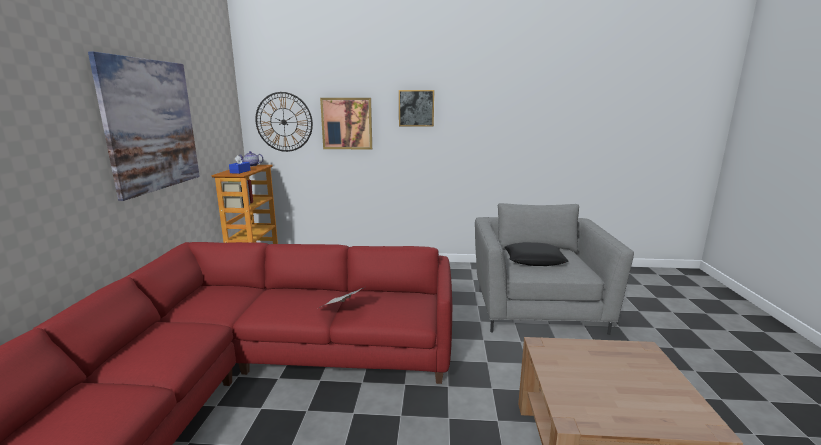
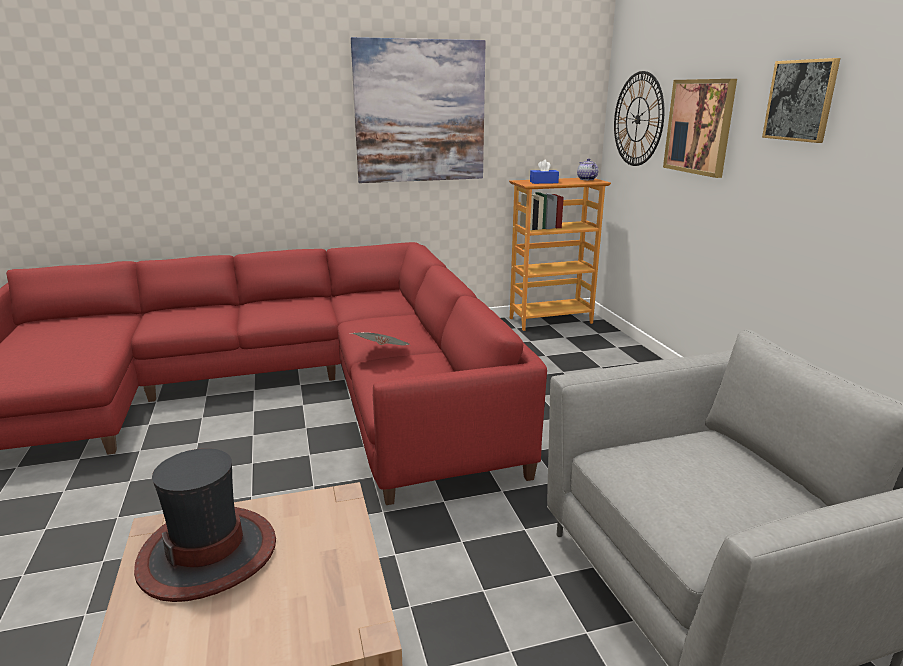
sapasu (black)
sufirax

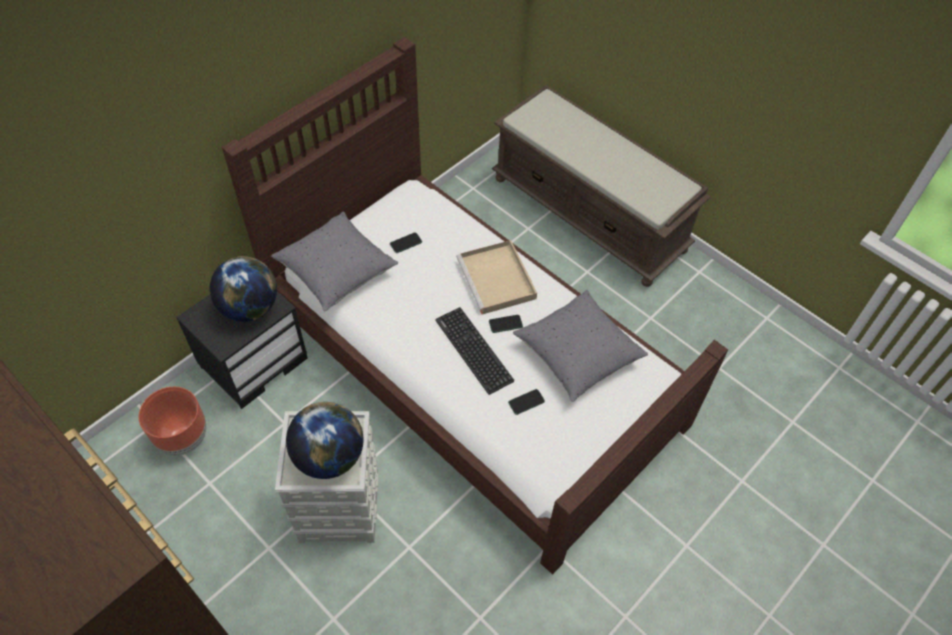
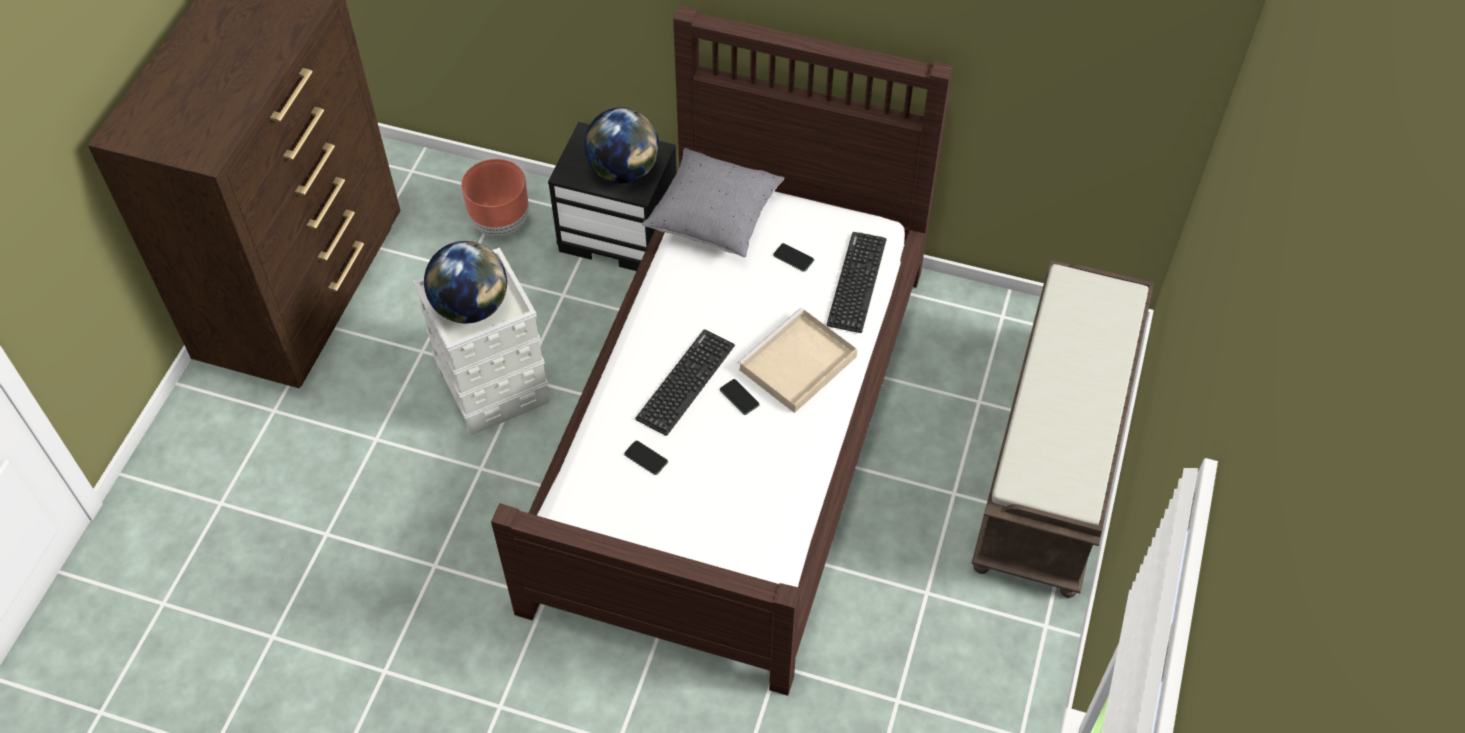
sapasu (grey) (no. 2 from left in the first image)
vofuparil (no. 2 from left)

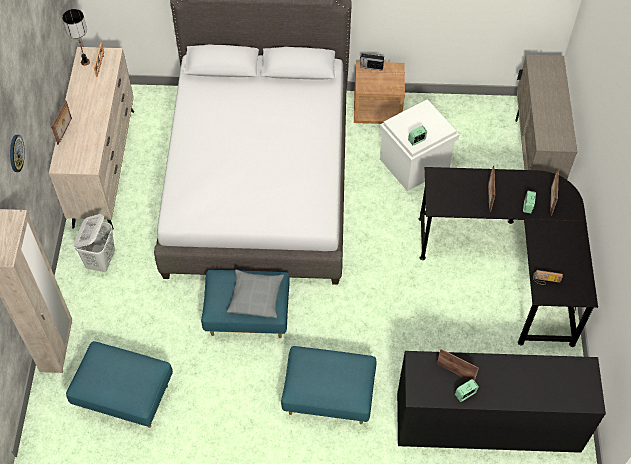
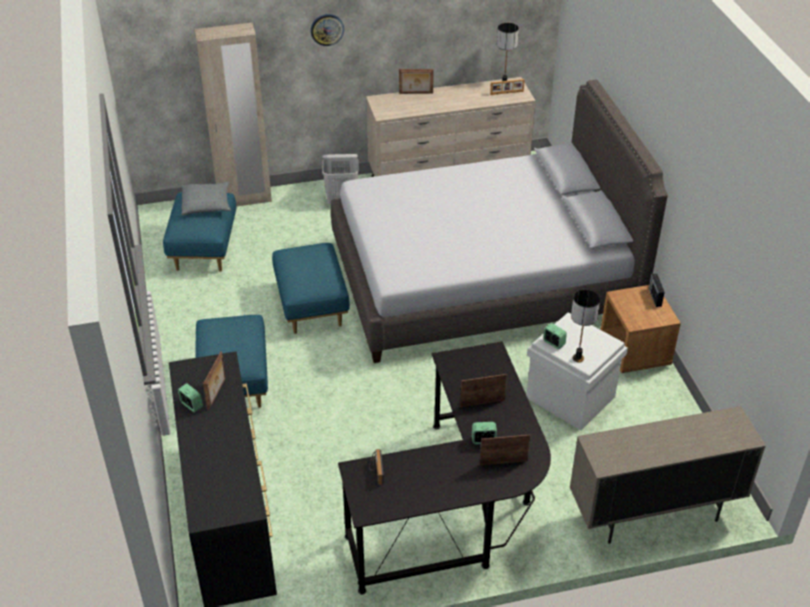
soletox (no. 2 from left)
sapasu (grey)

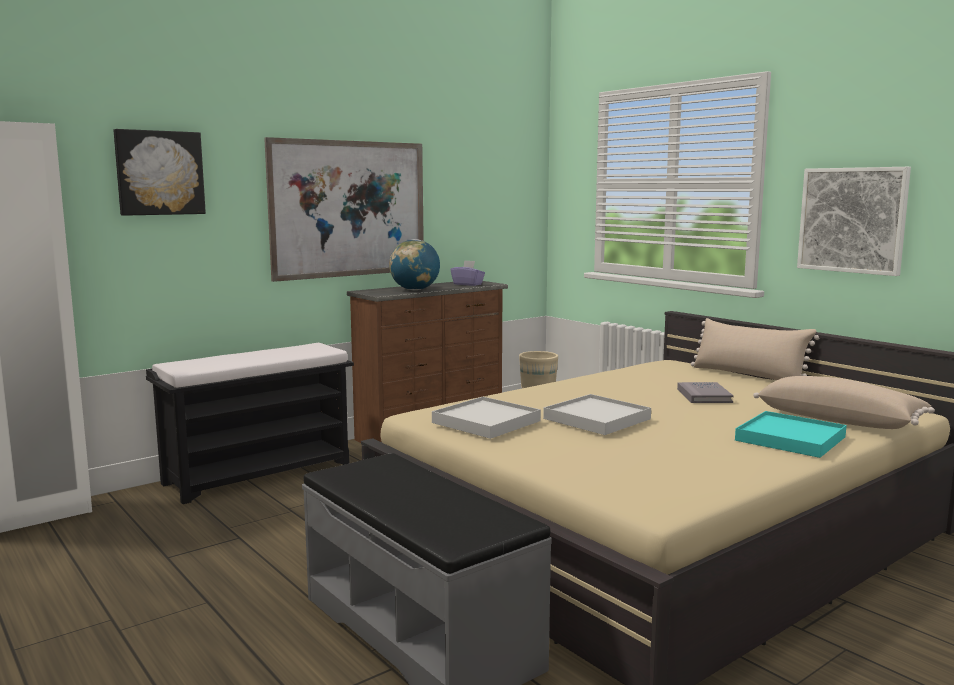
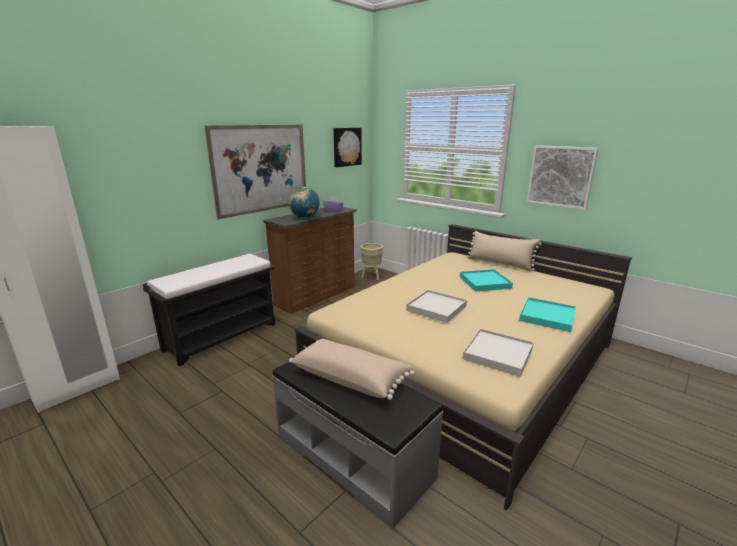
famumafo (no. 2 from left)
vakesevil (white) (no. 2 from left)
sapasu (beige) (no. 1 from left)
vakesevil (turquoise) (no. 1 from left)

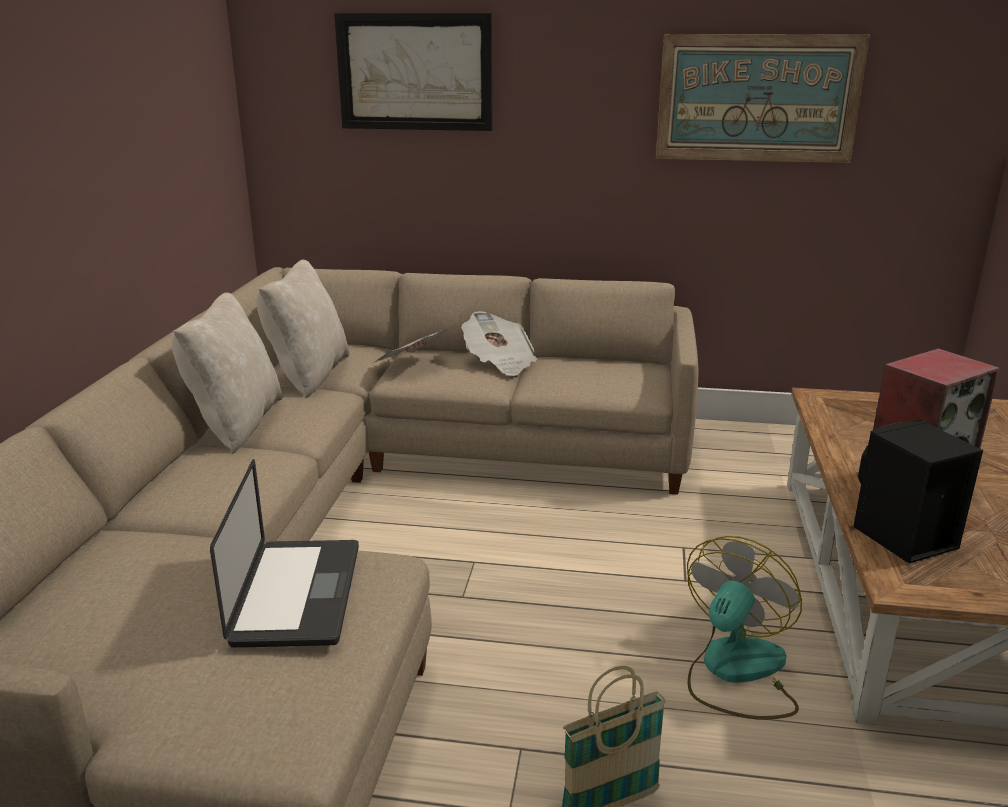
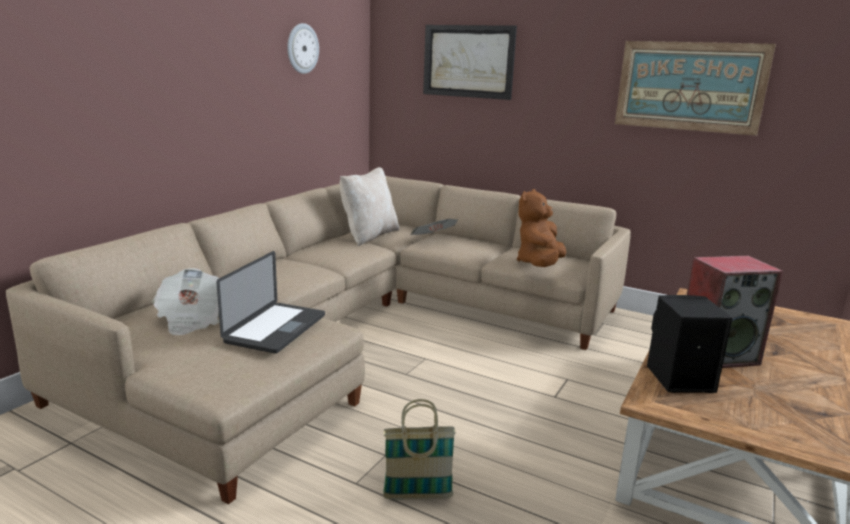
sapasu (beige) (no. 1 from left in the first image)
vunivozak
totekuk
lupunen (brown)
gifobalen (no. 1 from left)

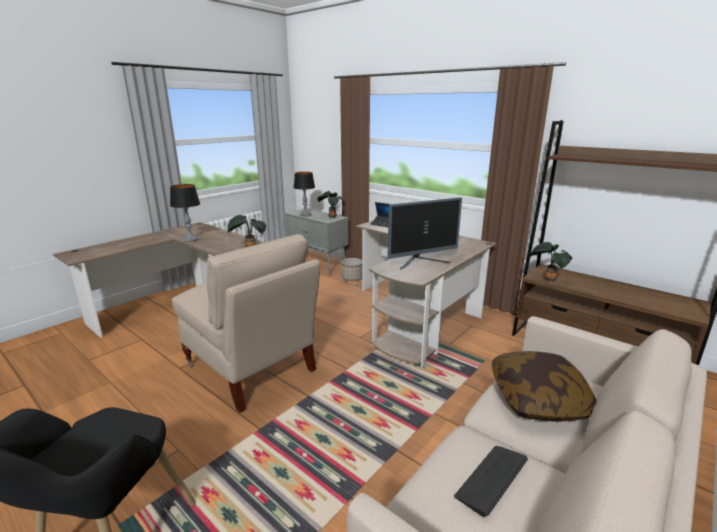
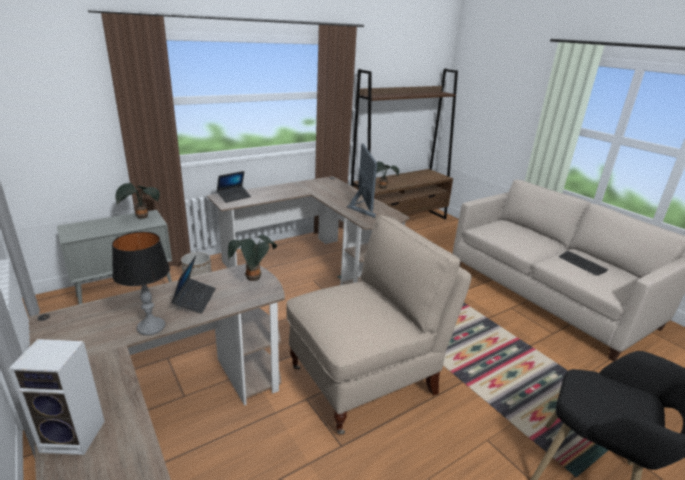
soletox (no. 2 from left in the first image)
sapasu
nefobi
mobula (no. 1 from left)

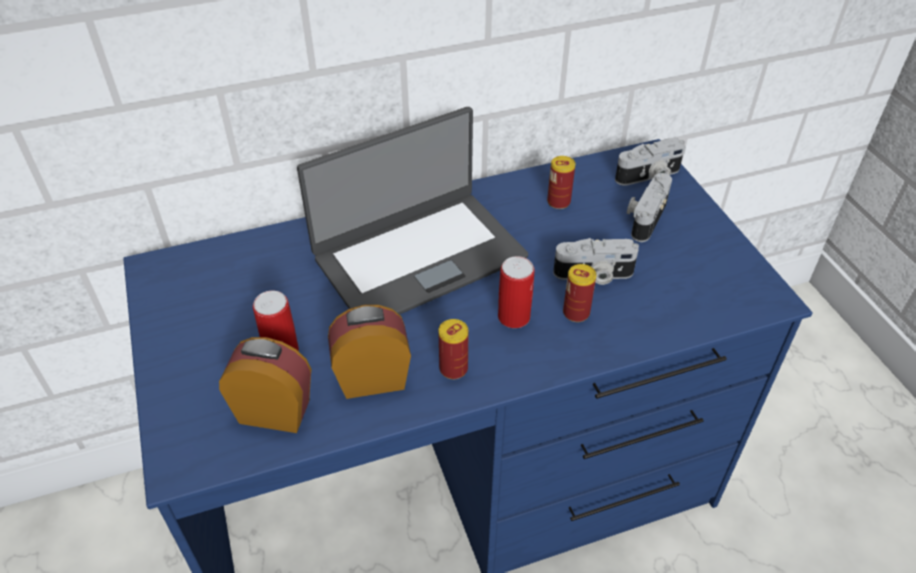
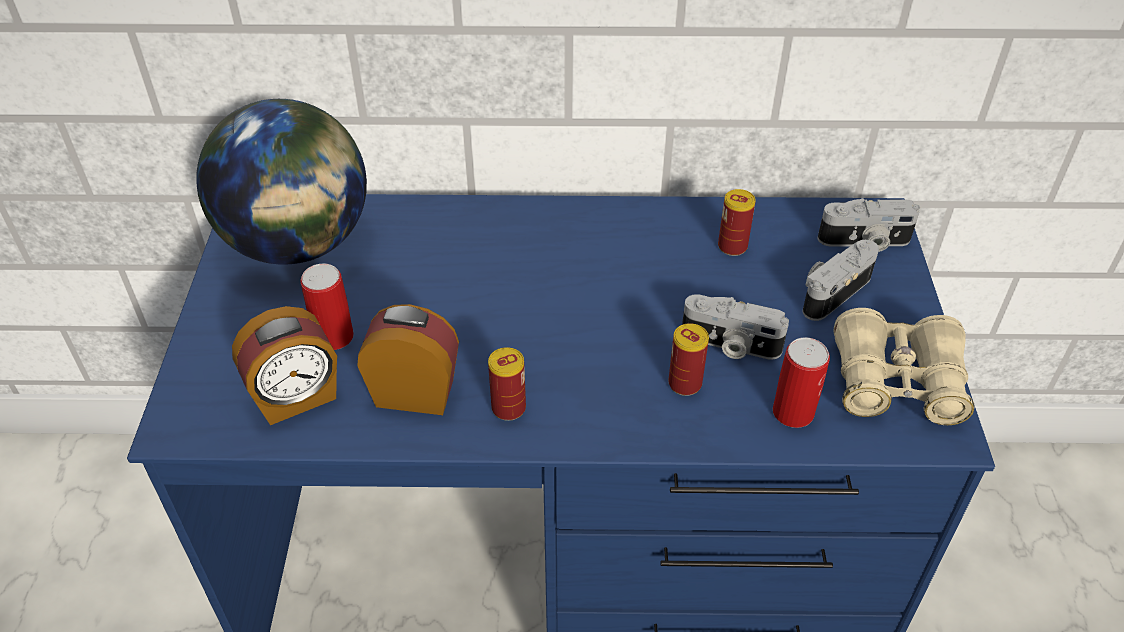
mobula
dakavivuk
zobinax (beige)
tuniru (no. 5 from left)
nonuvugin (no. 1 from left)

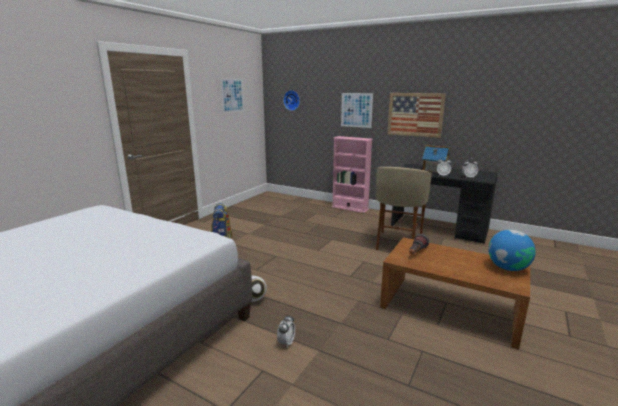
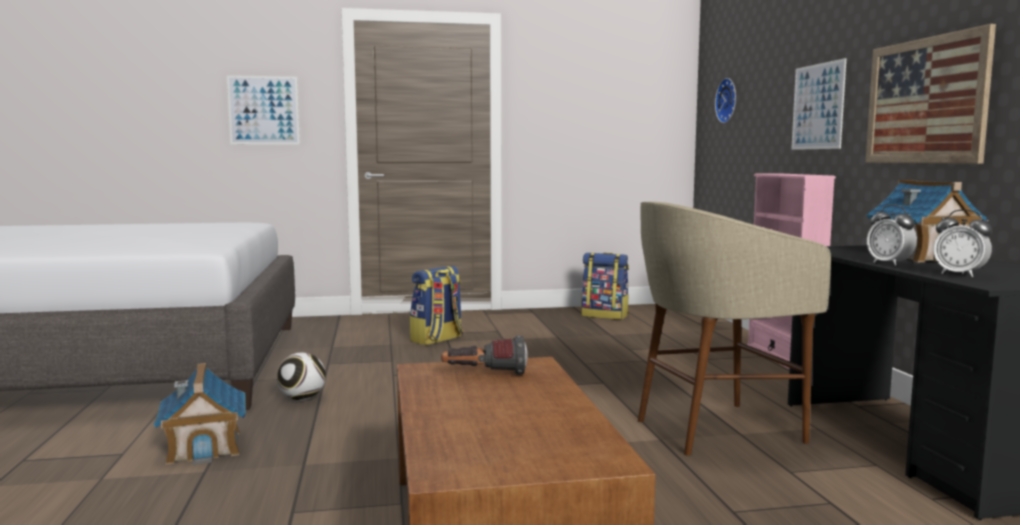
dakavivuk
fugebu (no. 2 from left)
famumafo (no. 1 from left)
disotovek (no. 1 from left)

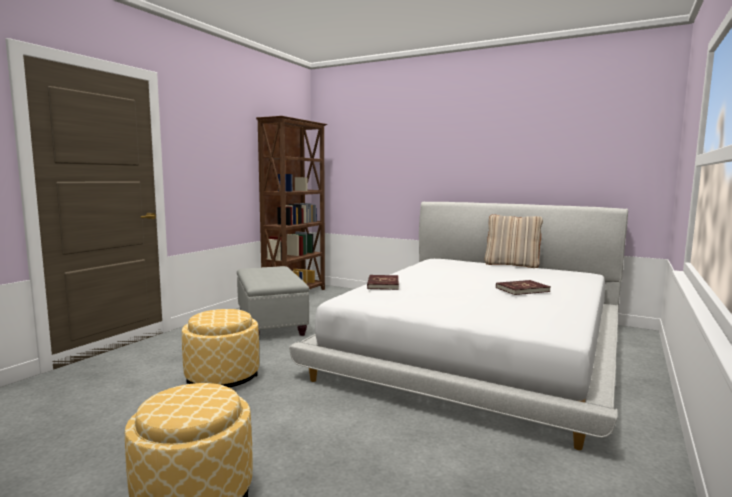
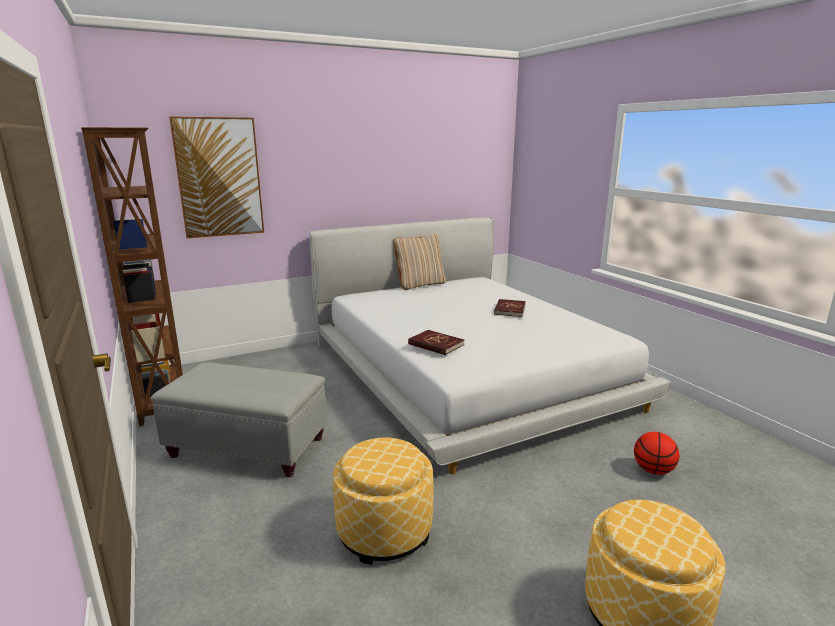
famumafo
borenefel

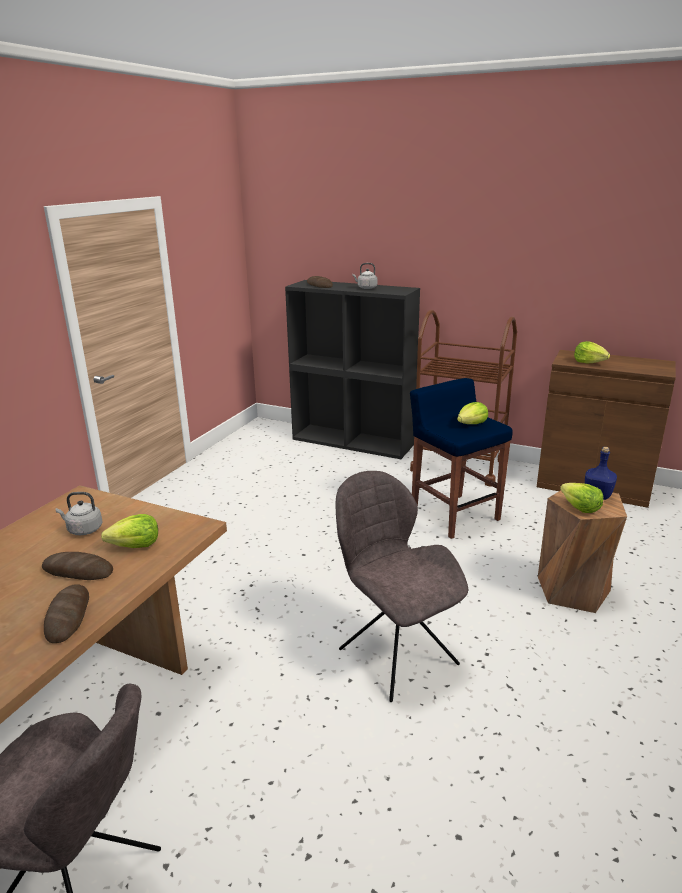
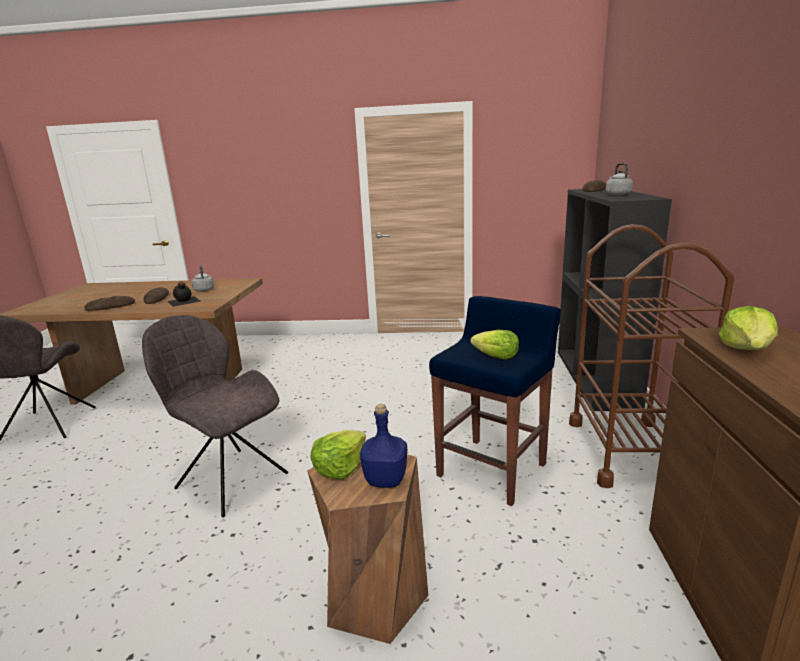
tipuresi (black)
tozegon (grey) (no. 2 from left)

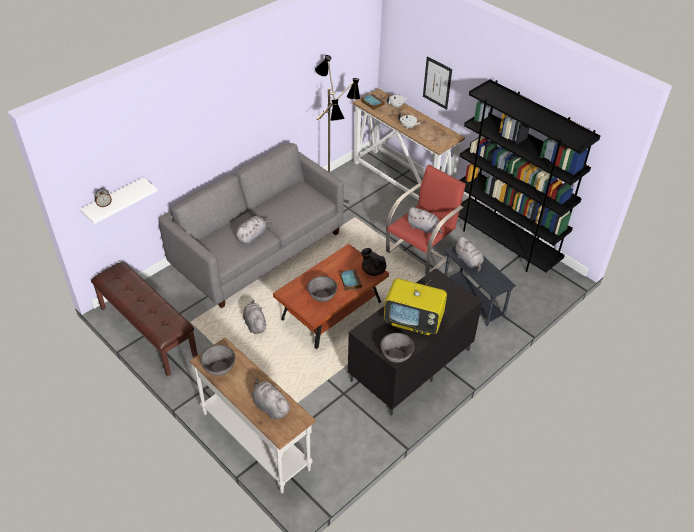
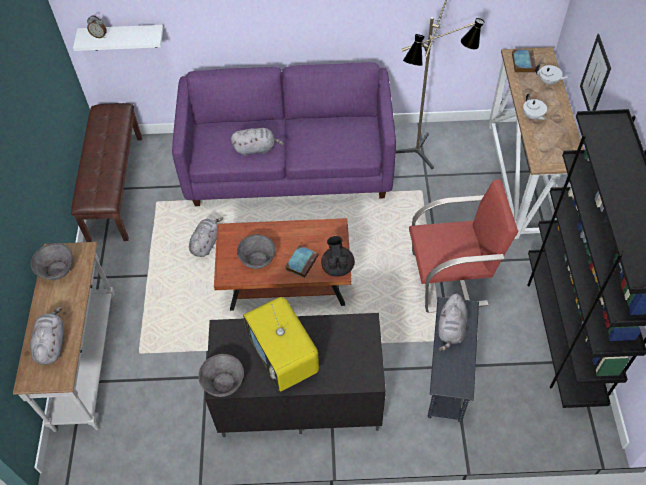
lupunen (grey) (no. 4 from left in the first image)
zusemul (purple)

